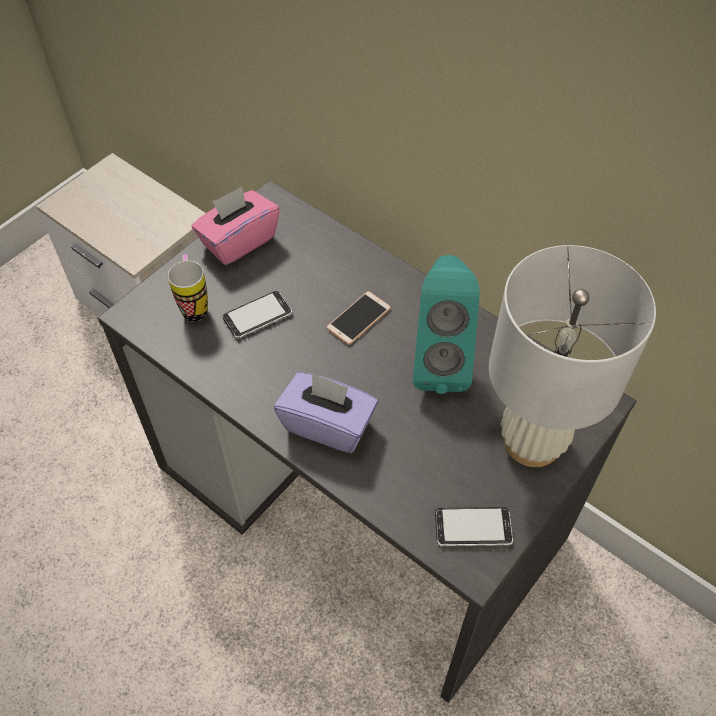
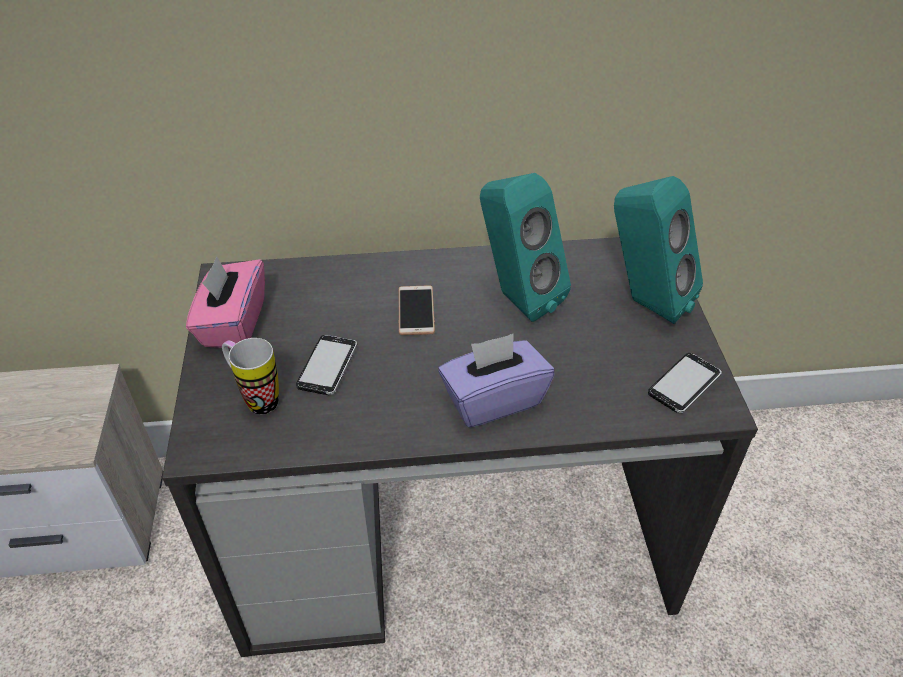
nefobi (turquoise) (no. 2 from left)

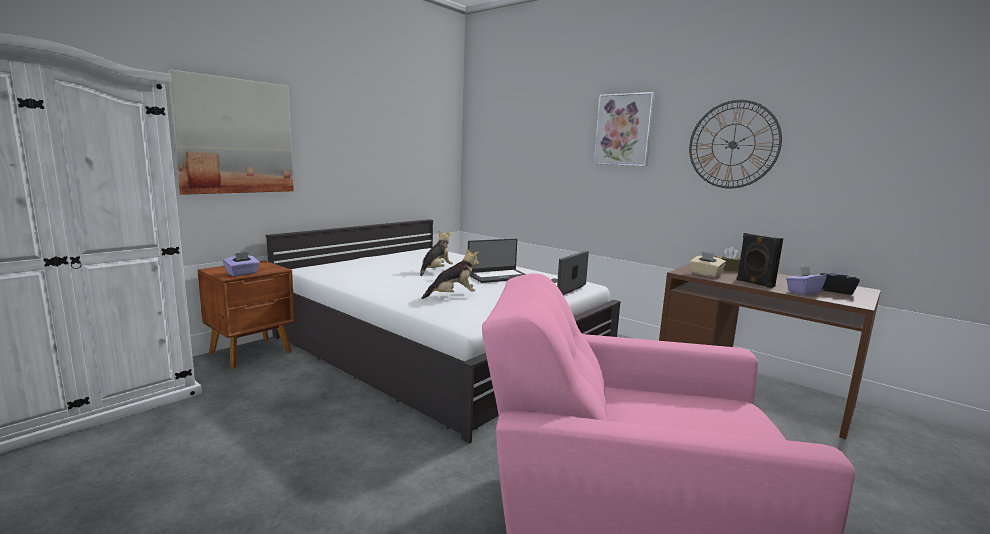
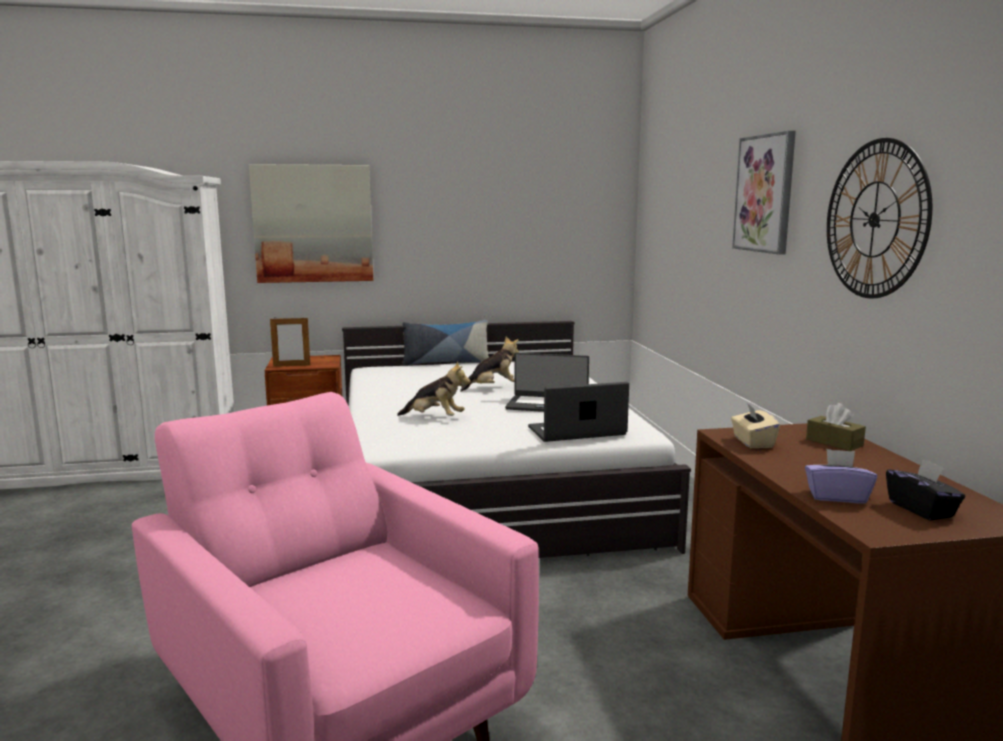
nefobi (black)
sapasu
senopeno

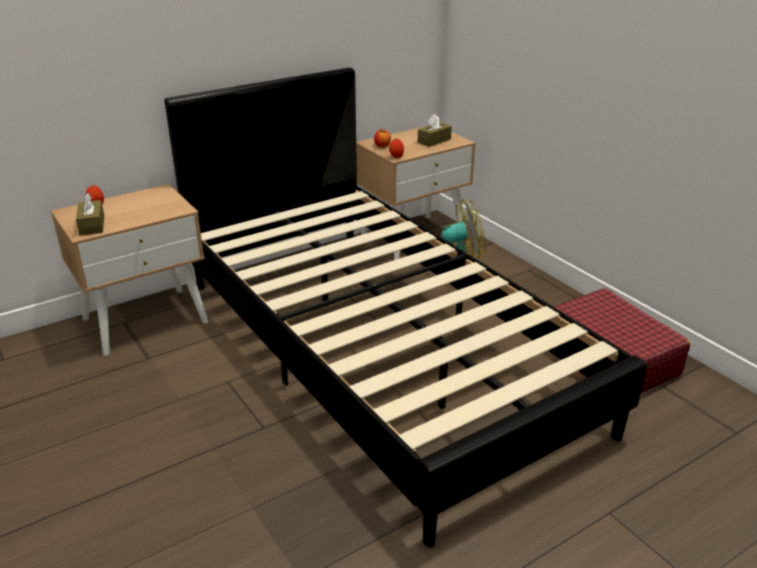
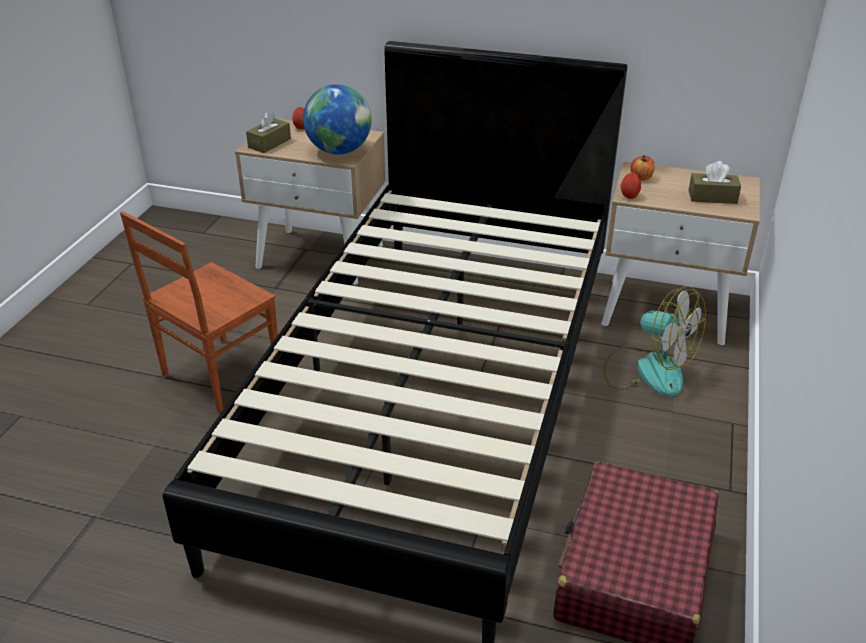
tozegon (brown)
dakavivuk

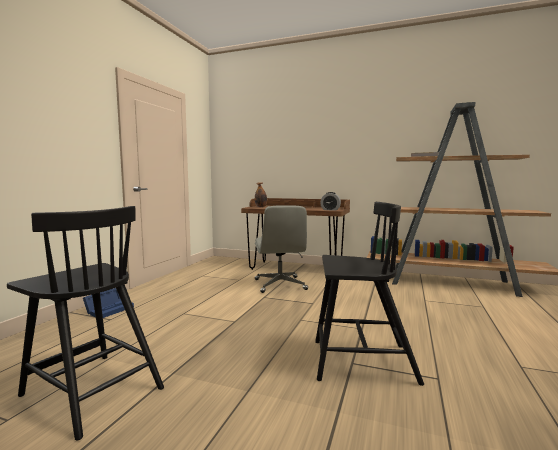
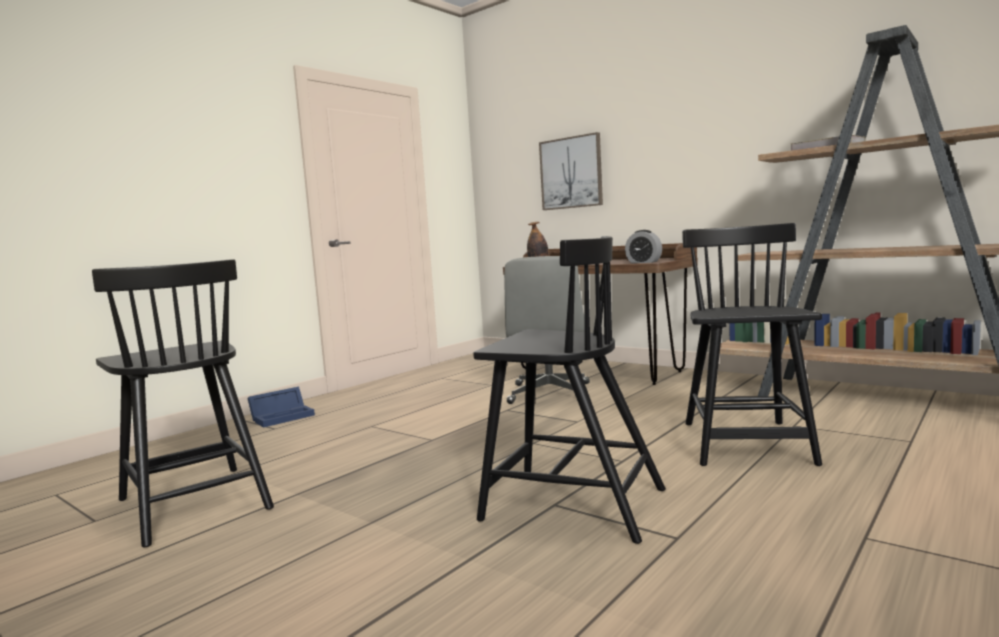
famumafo
tozegon (black) (no. 3 from left)

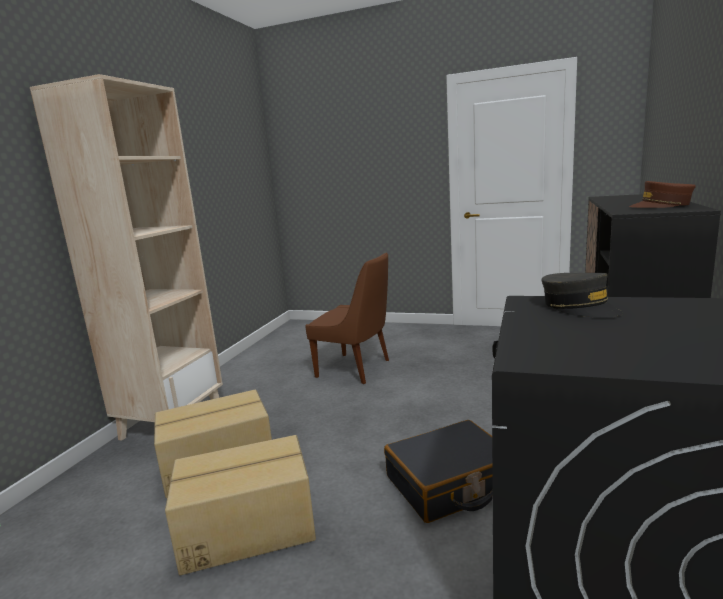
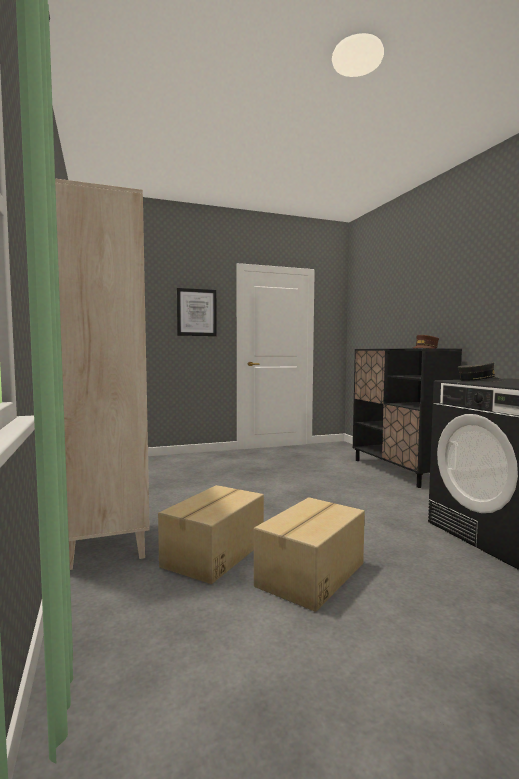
tozegon (brown)
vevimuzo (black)
famumafo

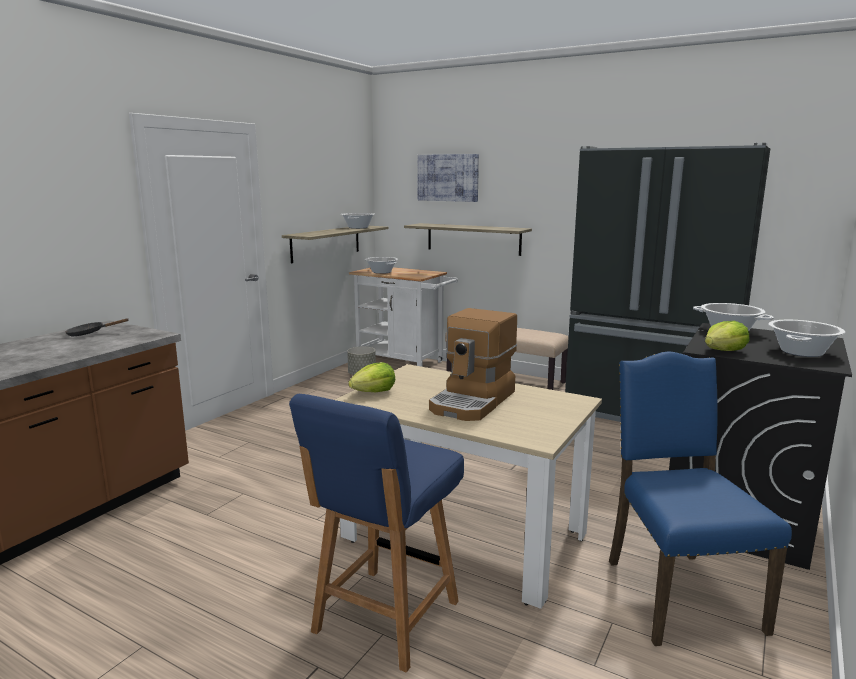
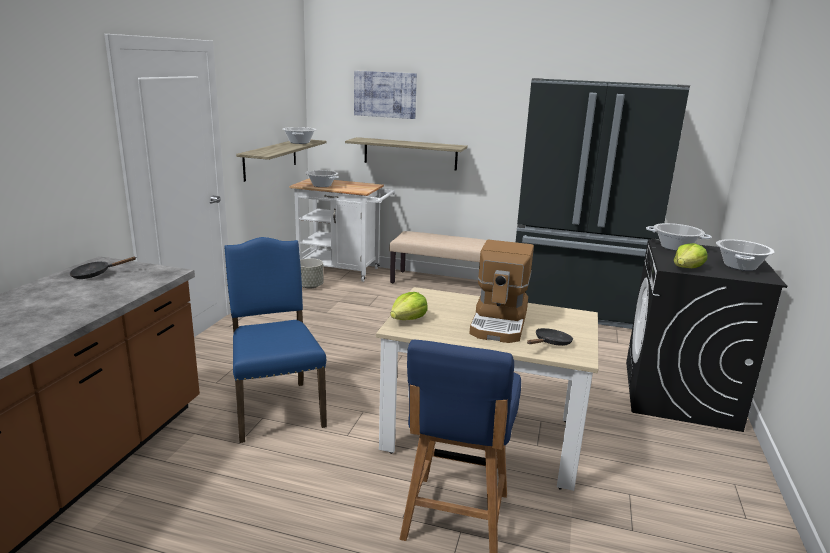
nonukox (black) (no. 2 from left)
tozegon (blue) (no. 1 from left)

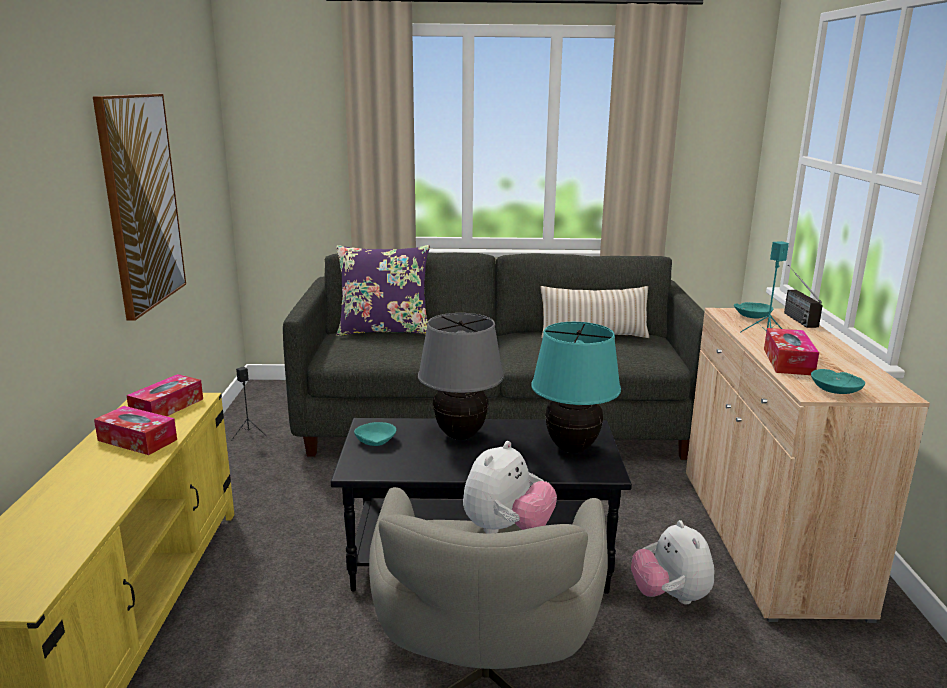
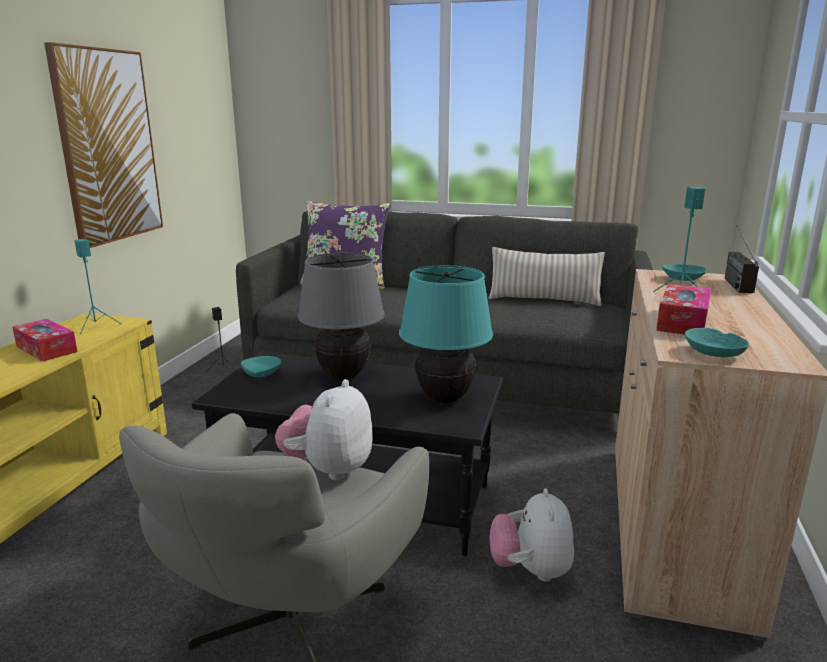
nefobi (turquoise) (no. 1 from left)
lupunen (no. 1 from left)

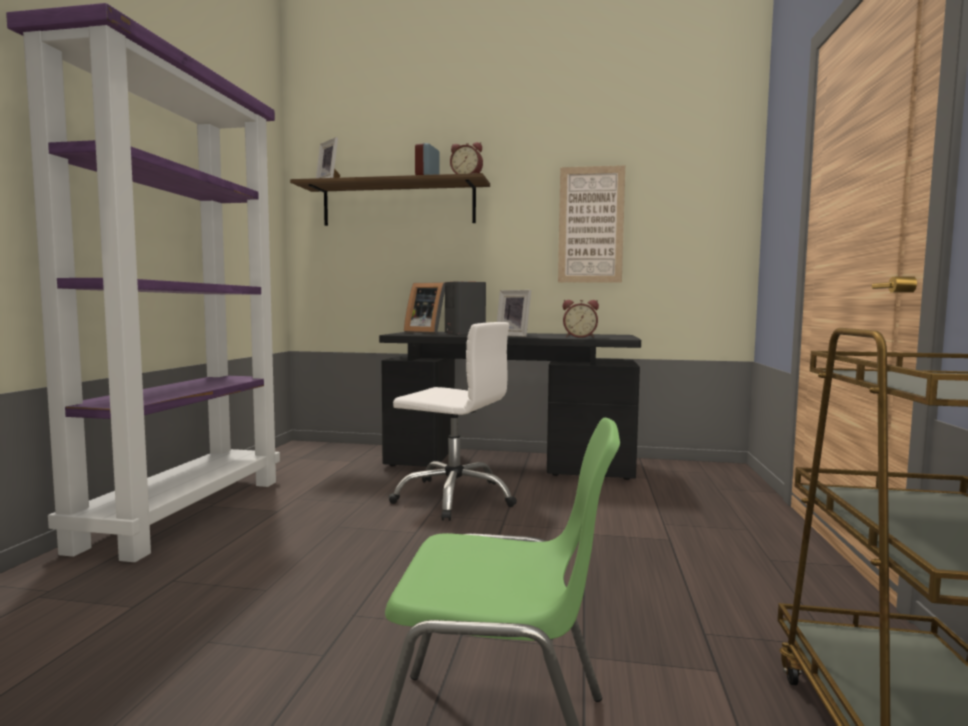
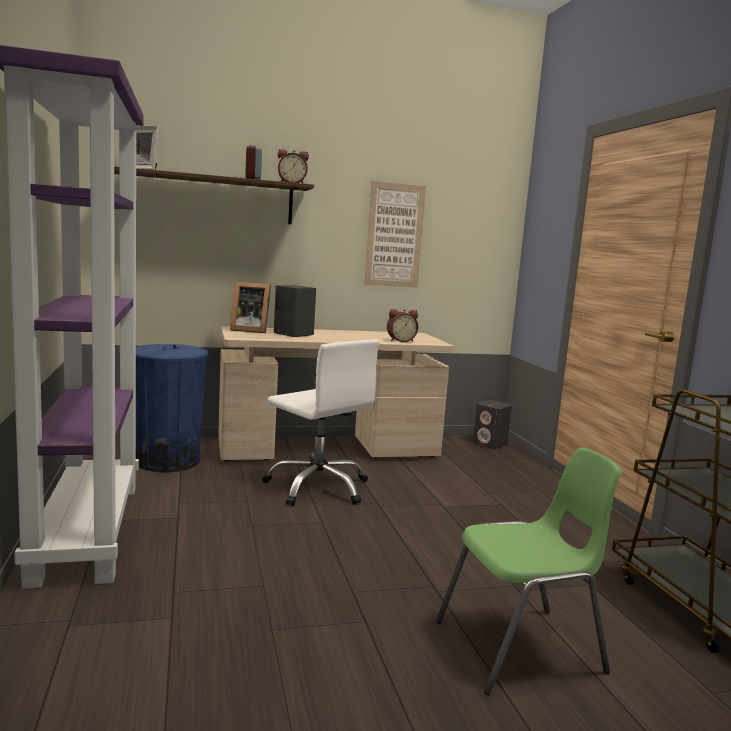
senopeno (no. 3 from left in the first image)
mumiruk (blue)
nefobi (grey) (no. 2 from left)
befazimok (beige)
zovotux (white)

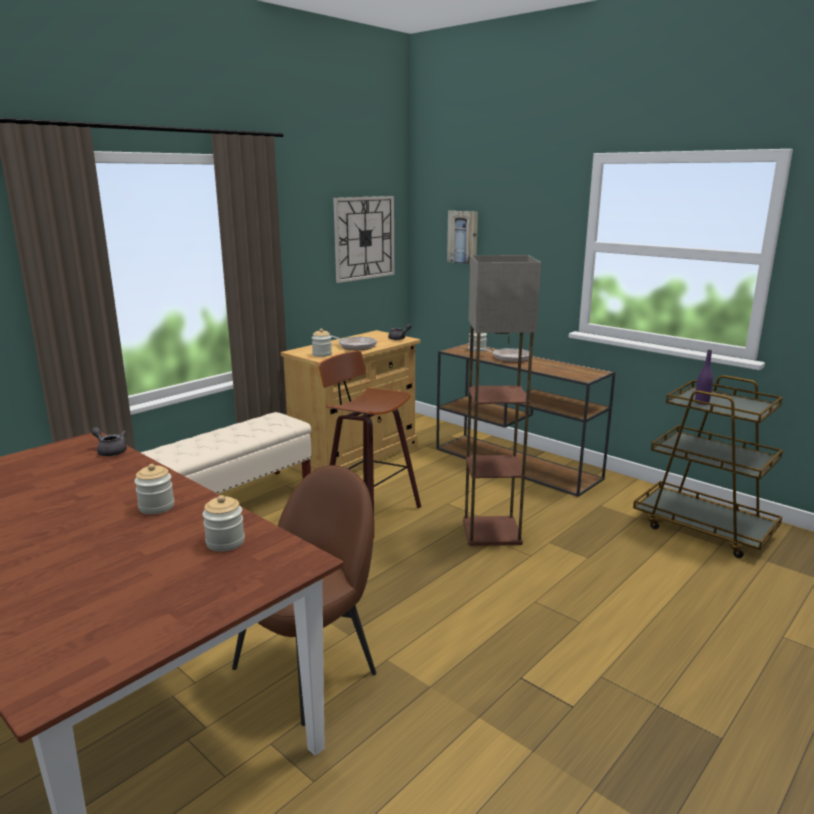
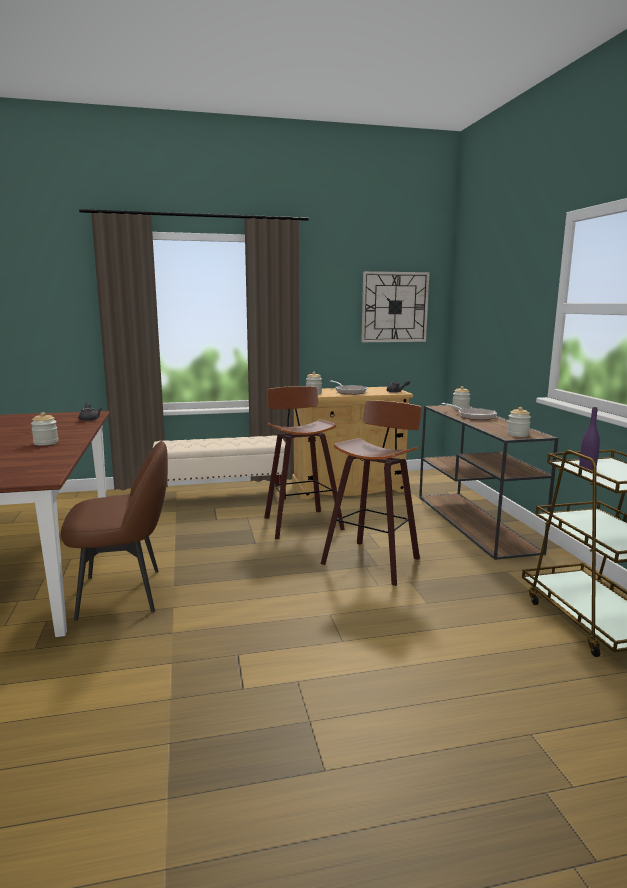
famumafo
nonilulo (no. 4 from left)
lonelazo (no. 2 from left)

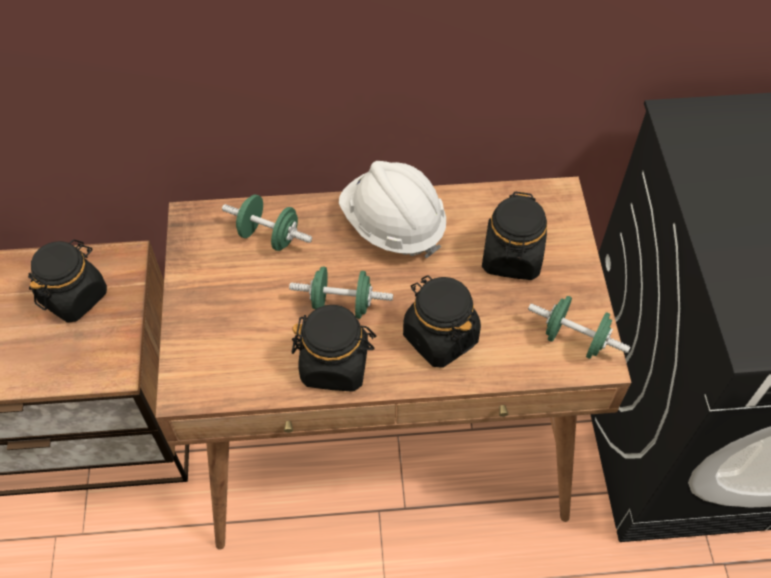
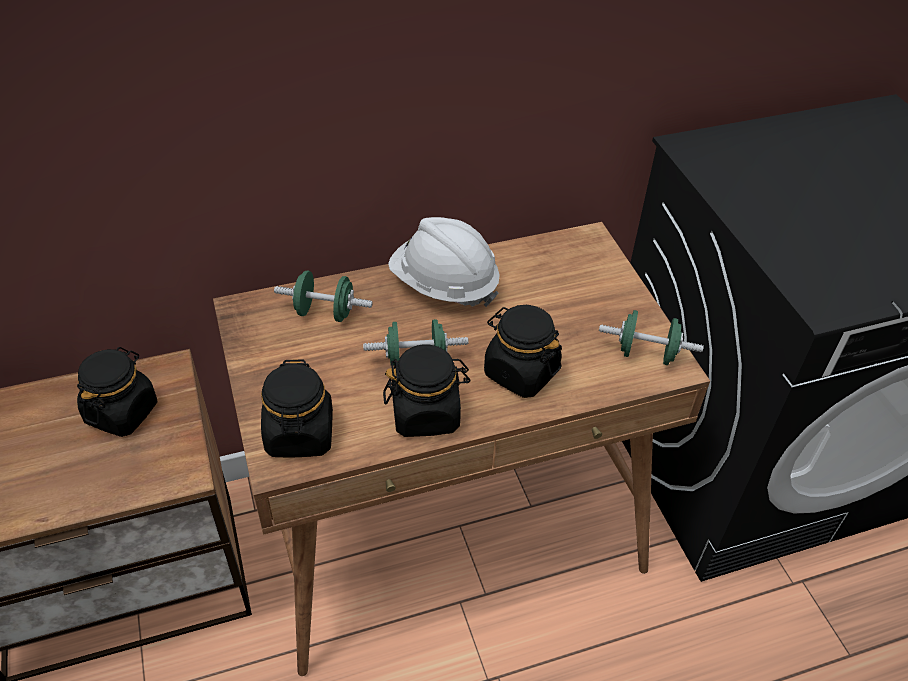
nonilulo (black) (no. 2 from left)

